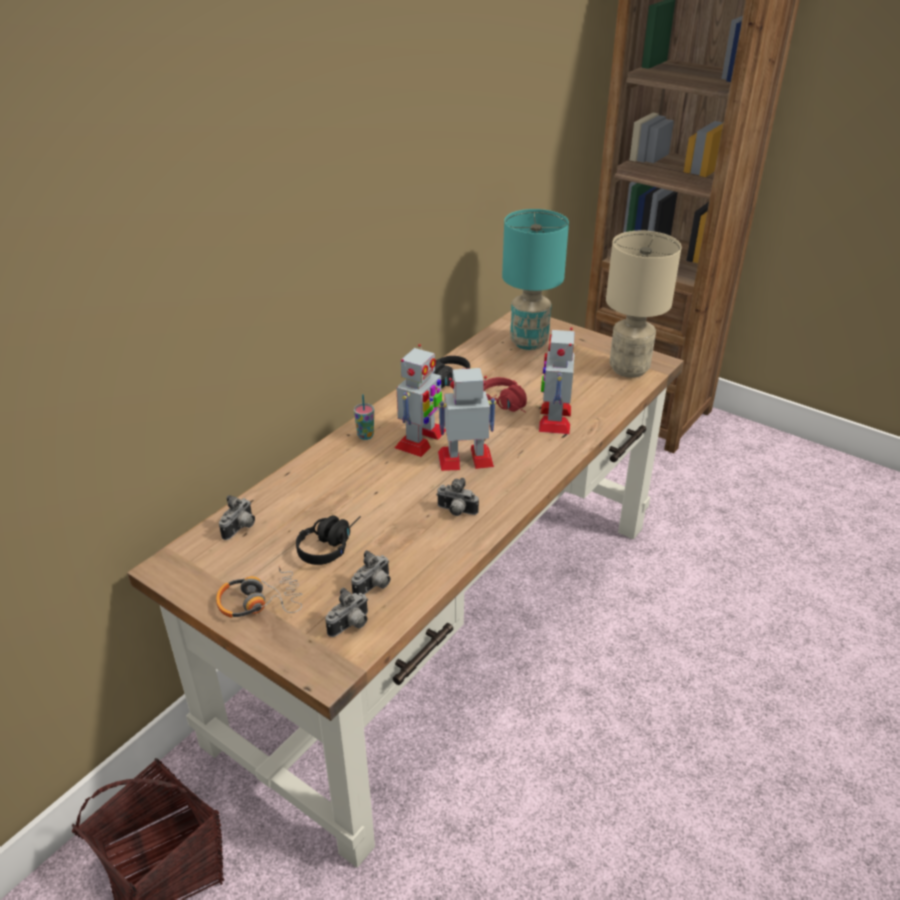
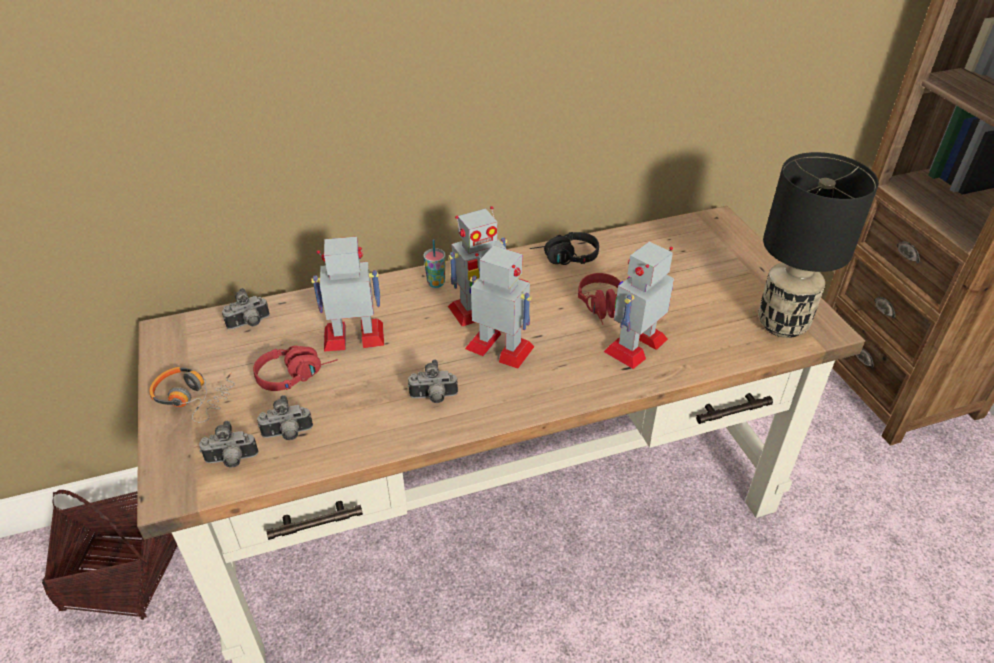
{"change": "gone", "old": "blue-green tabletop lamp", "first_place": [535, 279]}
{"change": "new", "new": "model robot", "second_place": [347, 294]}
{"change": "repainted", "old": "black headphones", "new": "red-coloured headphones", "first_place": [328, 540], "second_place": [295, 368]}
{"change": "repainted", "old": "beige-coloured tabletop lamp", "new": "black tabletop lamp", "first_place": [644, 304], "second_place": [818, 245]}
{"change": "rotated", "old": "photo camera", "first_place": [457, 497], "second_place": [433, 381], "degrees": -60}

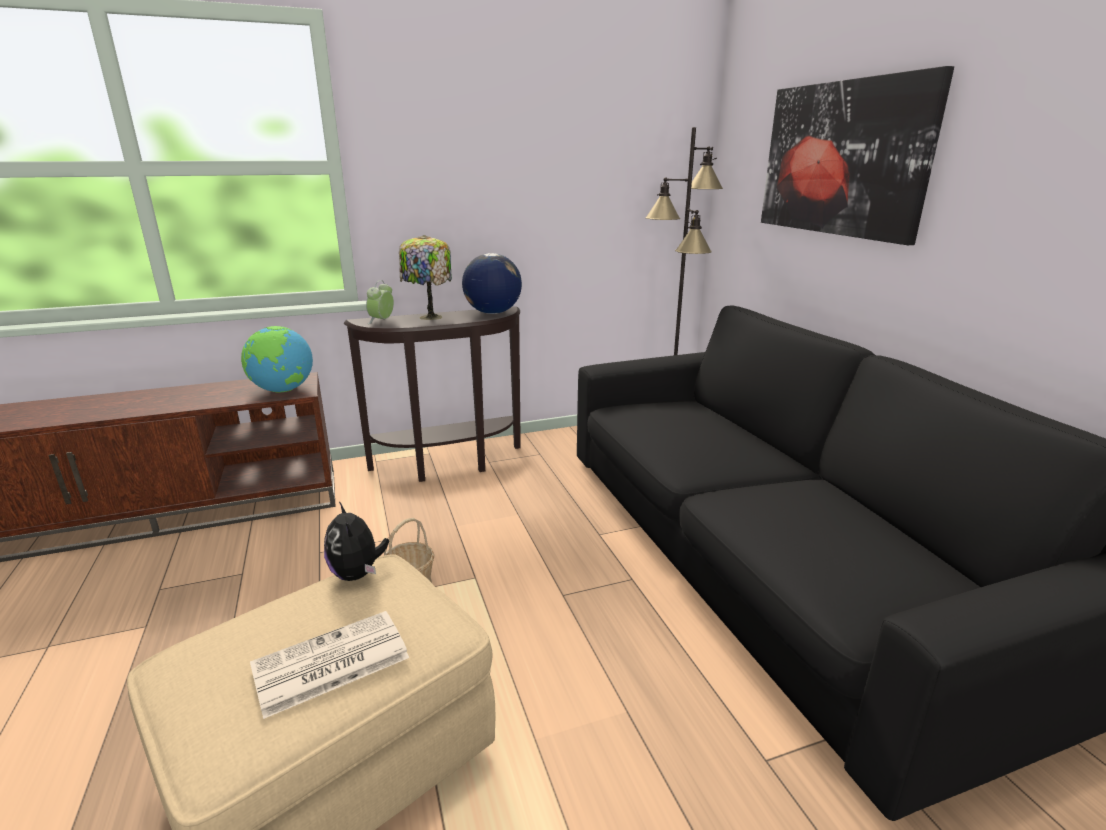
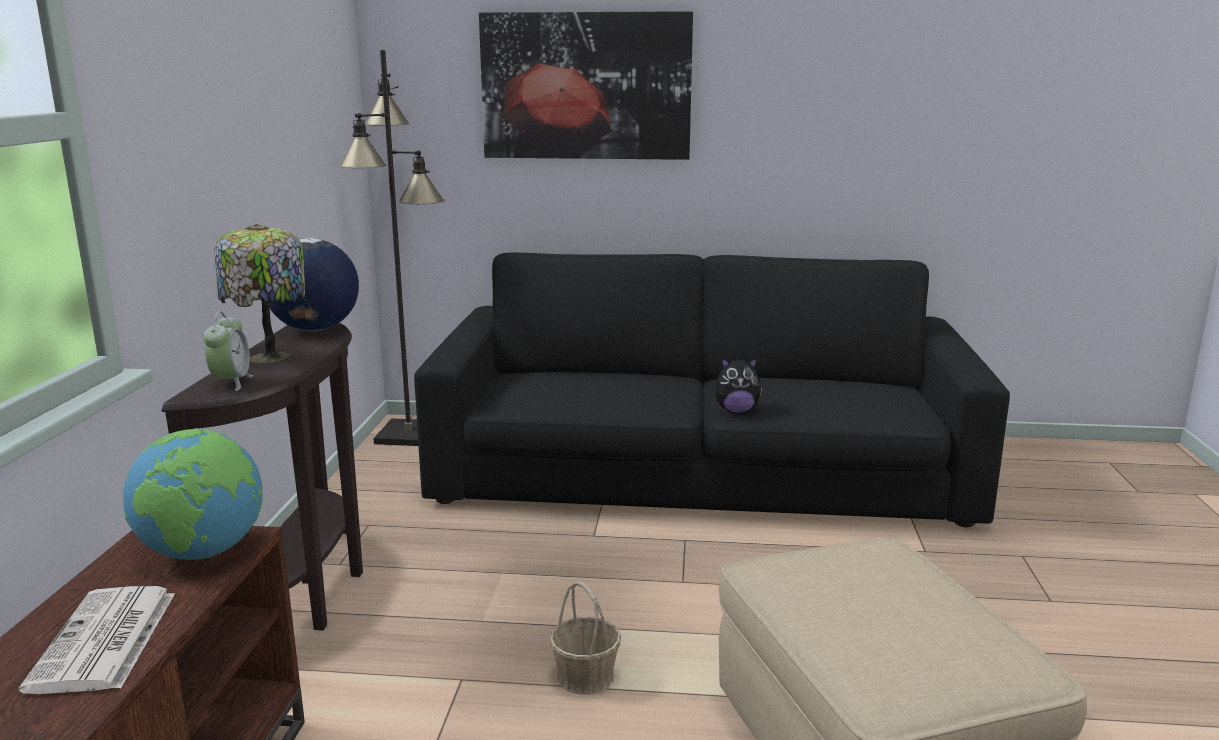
{"change": "shifted", "old": "newspaper", "first_place": [329, 665], "second_place": [97, 640]}
{"change": "shifted", "old": "plush toy", "first_place": [356, 541], "second_place": [738, 385]}
{"change": "rotated", "old": "table clock", "first_place": [380, 302], "second_place": [228, 351], "degrees": -135}

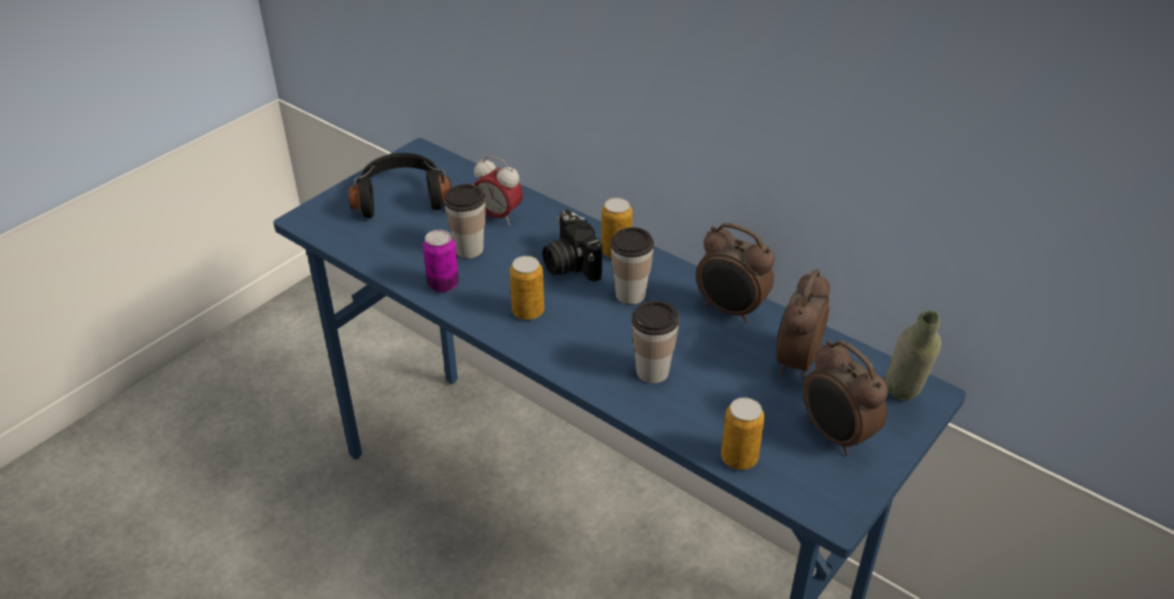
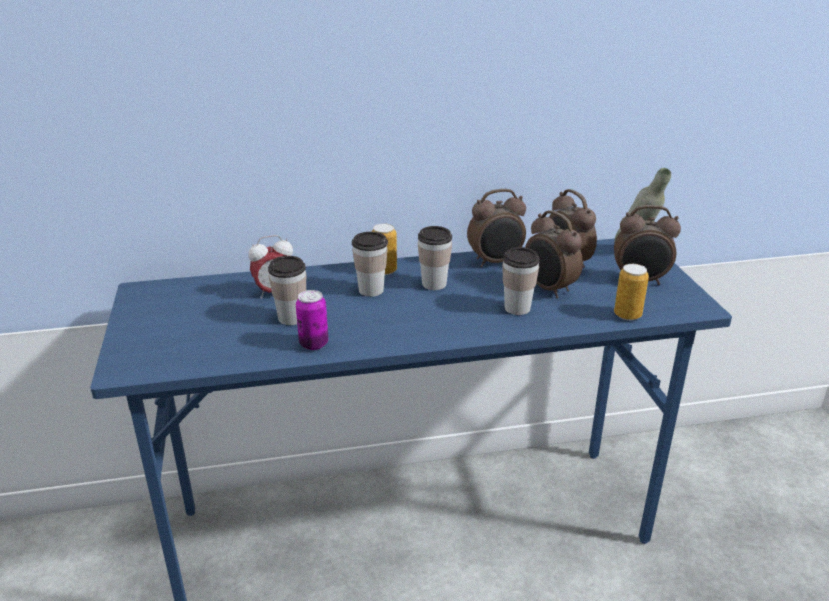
{"change": "gone", "old": "black headphones", "first_place": [400, 185]}
{"change": "gone", "old": "sealed can", "first_place": [527, 288]}
{"change": "new", "new": "table clock", "second_place": [554, 254]}
{"change": "swapped", "old": "photo camera", "new": "cup", "first_place": [572, 246], "second_place": [370, 264]}

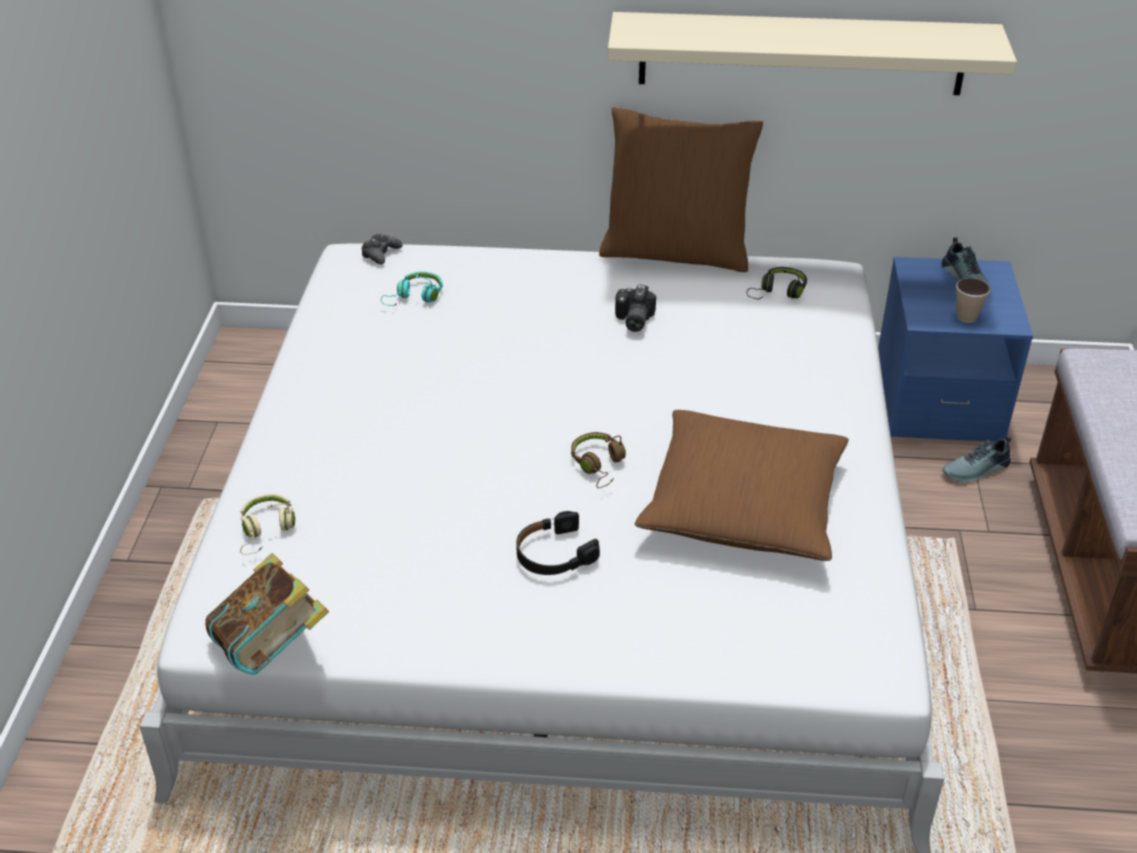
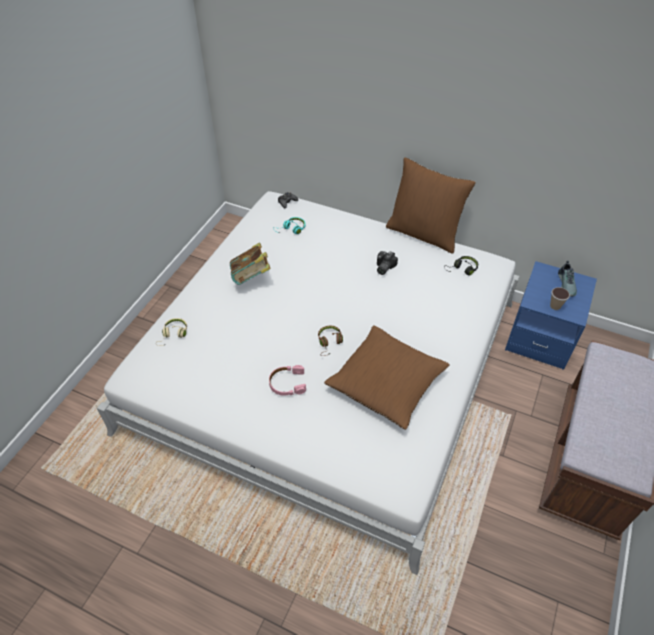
{"change": "gone", "old": "beige-coloured bracket shelf", "first_place": [812, 53]}
{"change": "gone", "old": "low shoe", "first_place": [976, 459]}
{"change": "shifted", "old": "volume", "first_place": [267, 614], "second_place": [250, 263]}
{"change": "repainted", "old": "black headphones", "new": "pink headphones", "first_place": [558, 543], "second_place": [287, 380]}

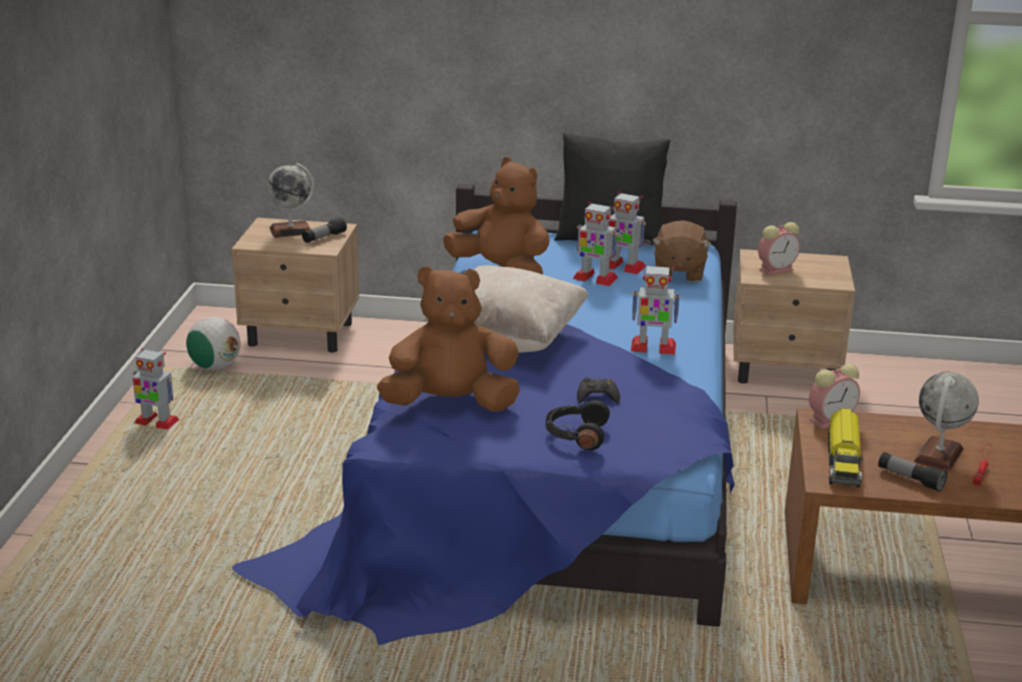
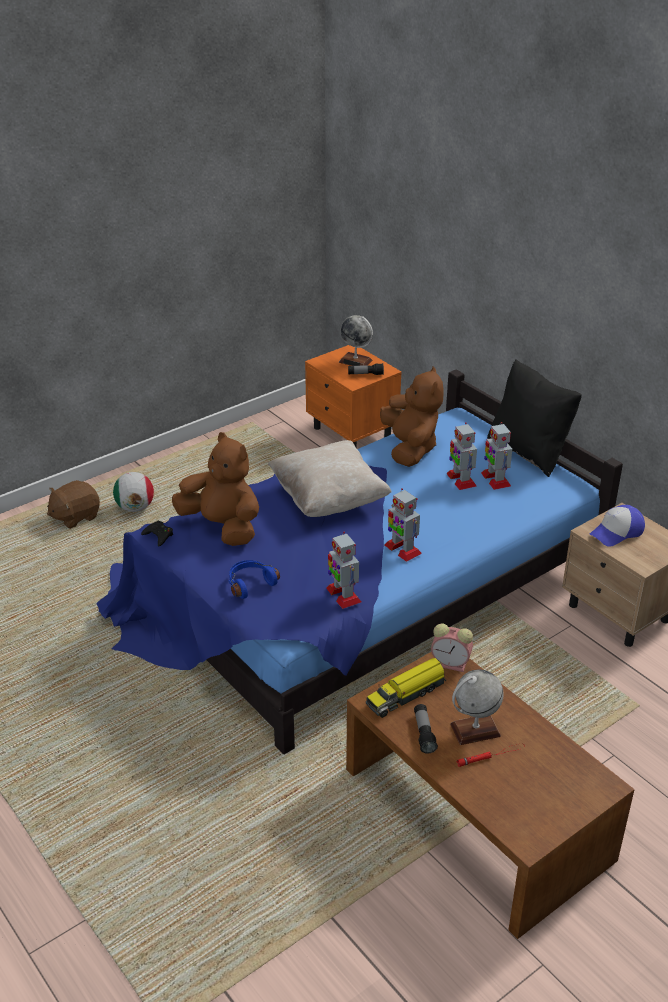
{"change": "shifted", "old": "model robot", "first_place": [156, 389], "second_place": [343, 570]}
{"change": "shifted", "old": "football", "first_place": [213, 343], "second_place": [133, 492]}
{"change": "shifted", "old": "black game controller", "first_place": [598, 390], "second_place": [157, 533]}
{"change": "shifted", "old": "brown plush toy", "first_place": [682, 251], "second_place": [73, 504]}
{"change": "swapped", "old": "table clock", "new": "peaked cap", "first_place": [779, 248], "second_place": [617, 526]}
{"change": "repainted", "old": "beige-coloured night table", "new": "orange-coloured night table", "first_place": [295, 285], "second_place": [353, 397]}
{"change": "repainted", "old": "black headphones", "new": "blue headphones", "first_place": [578, 425], "second_place": [254, 579]}

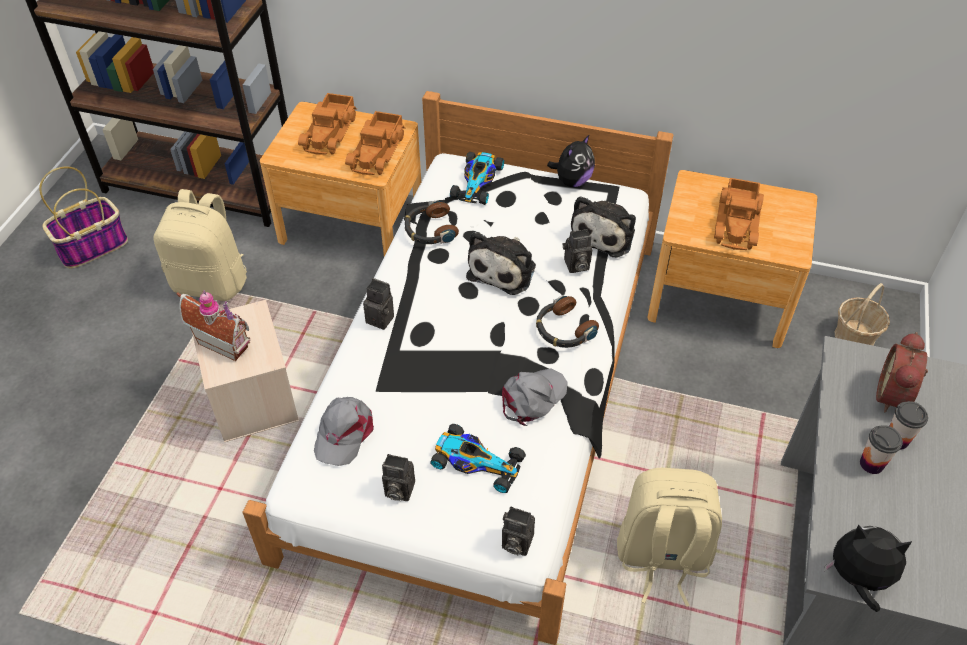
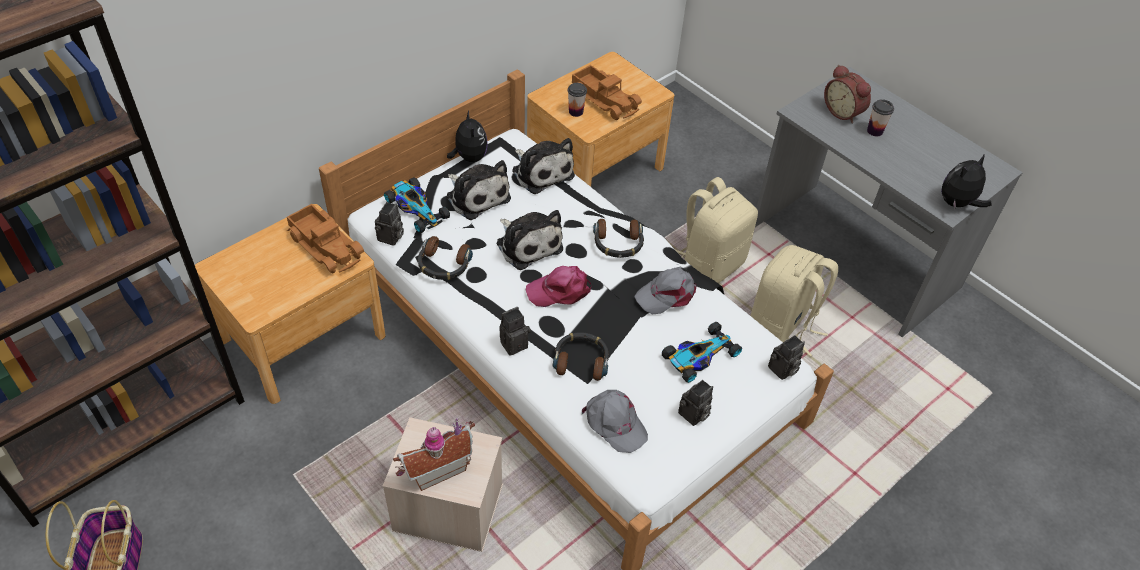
{"change": "gone", "old": "toy lorry", "first_place": [327, 124]}
{"change": "gone", "old": "basket", "first_place": [862, 314]}
{"change": "new", "new": "plush toy", "second_place": [478, 190]}
{"change": "new", "new": "pink peaked cap", "second_place": [559, 286]}
{"change": "new", "new": "headphones", "second_place": [581, 356]}
{"change": "shifted", "old": "beige-coloured rucksack", "first_place": [200, 245], "second_place": [717, 230]}
{"change": "shifted", "old": "photo camera", "first_place": [577, 251], "second_place": [389, 224]}
{"change": "shifted", "old": "cup", "first_place": [881, 449], "second_place": [577, 100]}
{"change": "rotated", "old": "grey peaked cap", "first_place": [535, 397], "second_place": [665, 290], "degrees": -105}

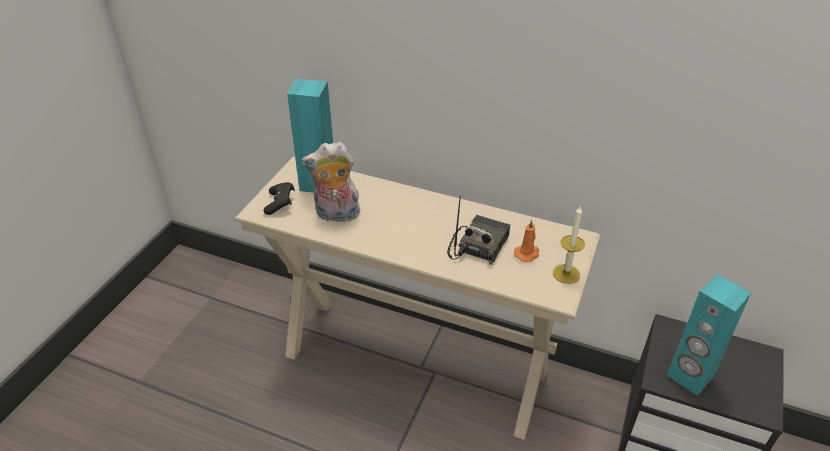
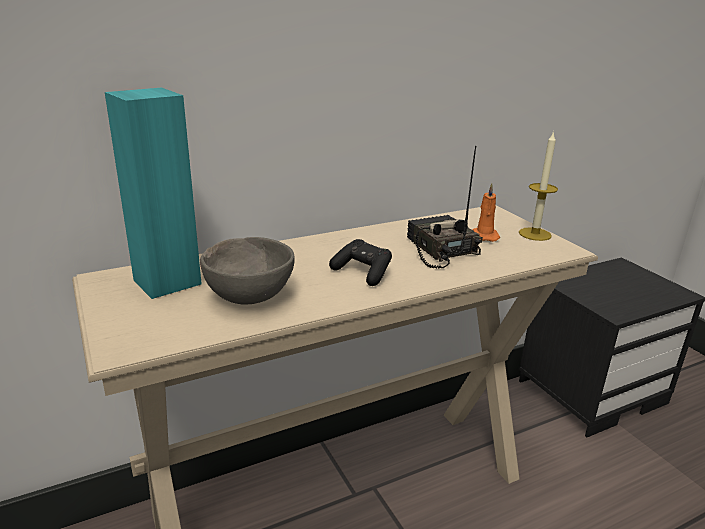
{"change": "gone", "old": "blue-green audio speaker", "first_place": [709, 335]}
{"change": "shifted", "old": "black game controller", "first_place": [279, 198], "second_place": [360, 262]}
{"change": "swapped", "old": "plush toy", "new": "grey serving bowl", "first_place": [330, 182], "second_place": [247, 271]}

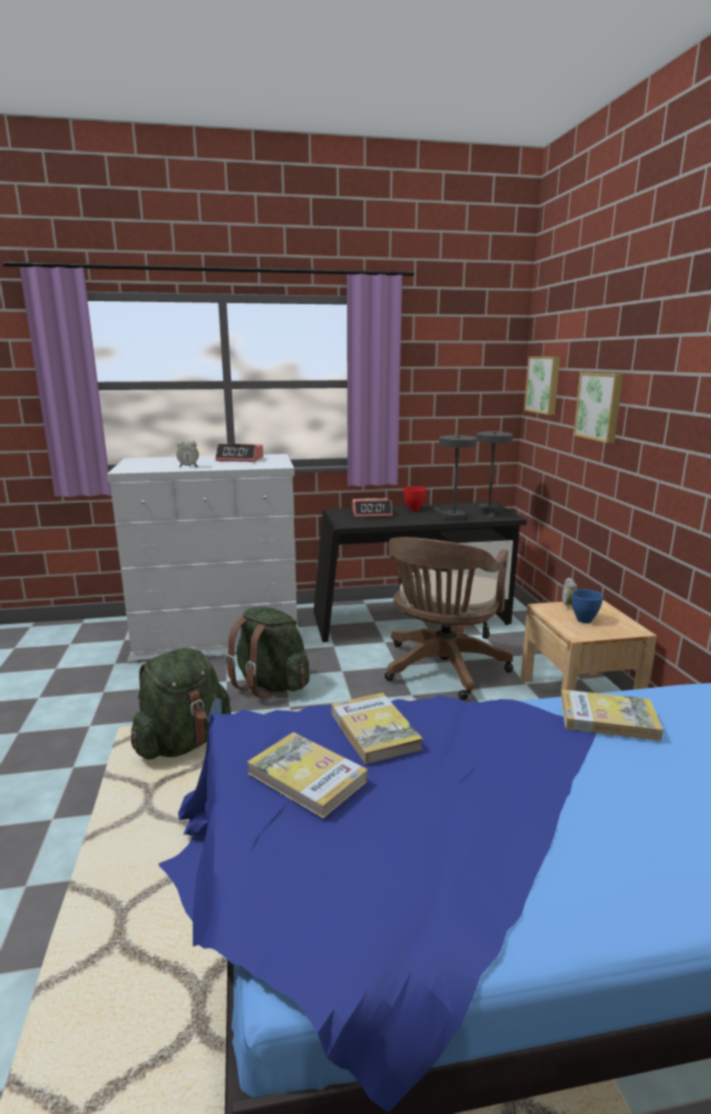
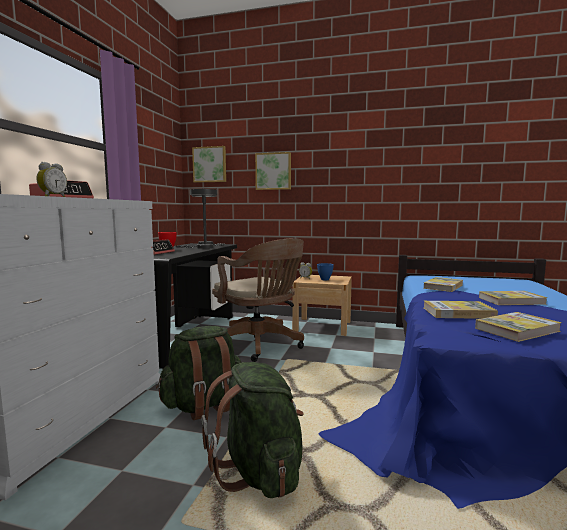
{"change": "new", "new": "volume", "second_place": [513, 298]}

